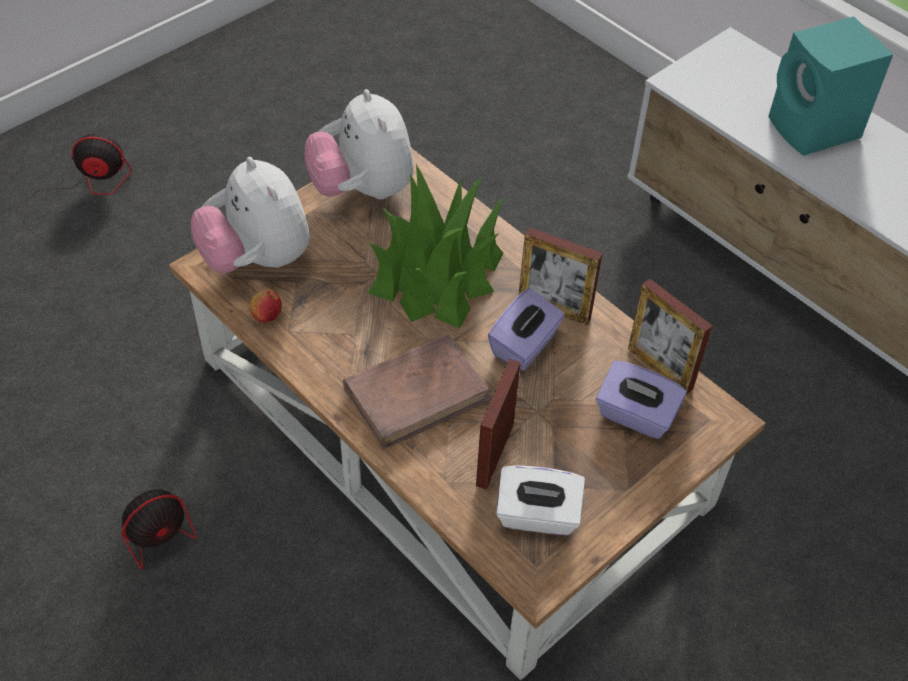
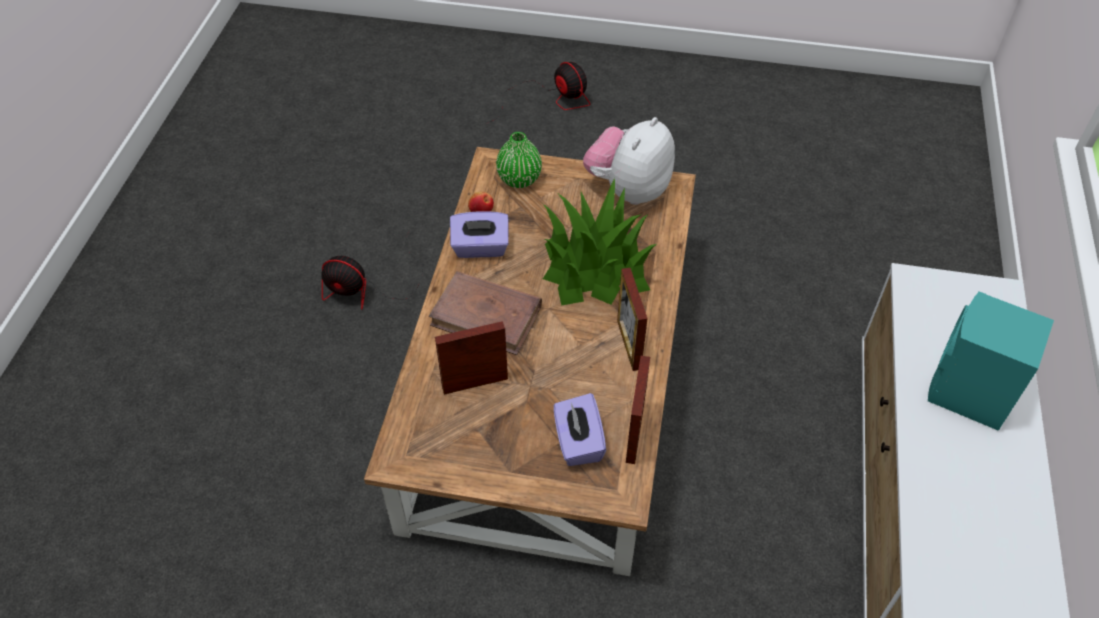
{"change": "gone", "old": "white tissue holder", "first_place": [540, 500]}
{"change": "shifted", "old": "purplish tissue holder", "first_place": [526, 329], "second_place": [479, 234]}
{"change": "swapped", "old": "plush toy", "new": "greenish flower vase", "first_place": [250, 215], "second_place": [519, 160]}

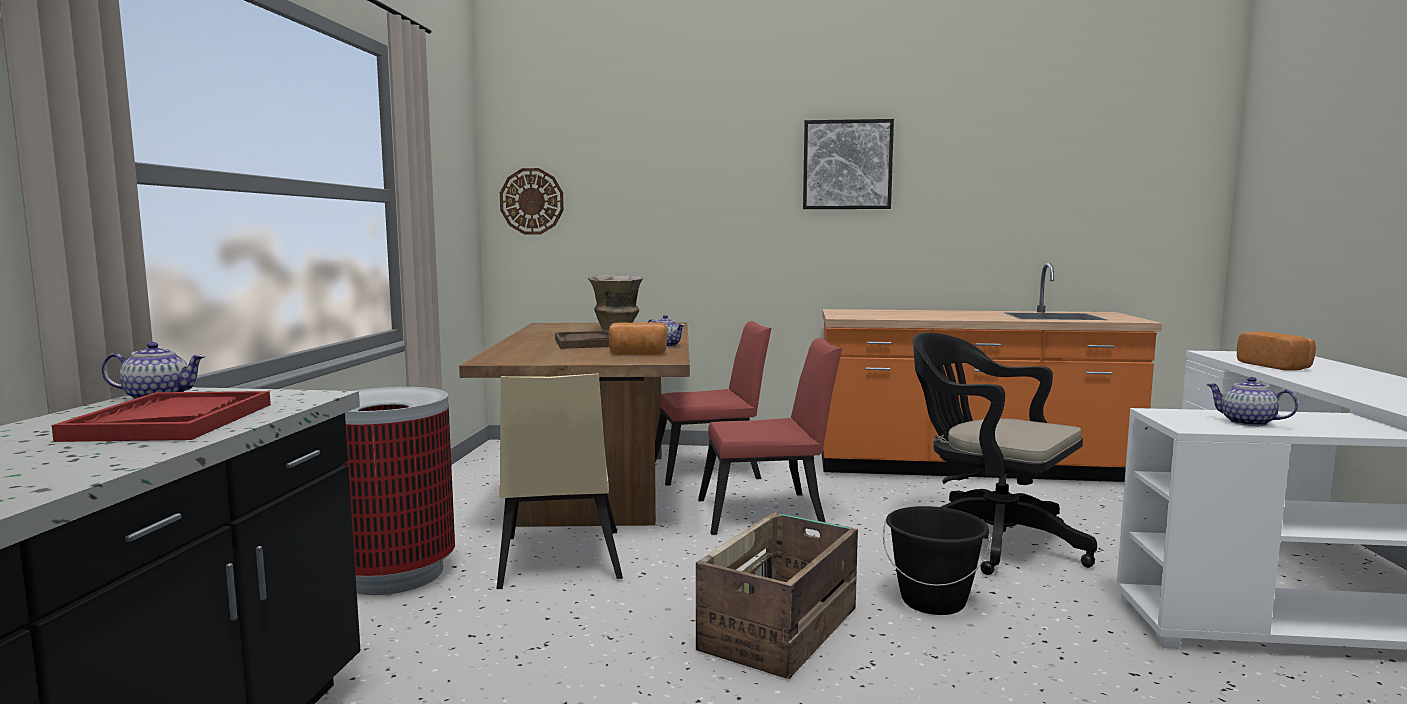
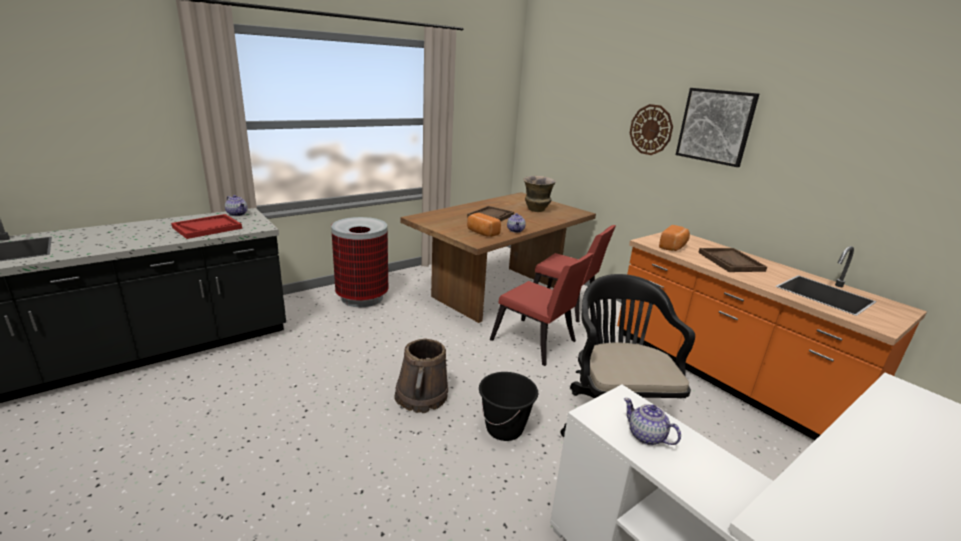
{"change": "gone", "old": "beige-coloured upright chair", "first_place": [560, 481]}
{"change": "new", "new": "brown serving tray", "second_place": [732, 260]}
{"change": "shifted", "old": "wall clock", "first_place": [532, 201], "second_place": [651, 129]}
{"change": "shifted", "old": "bread", "first_place": [1276, 351], "second_place": [674, 238]}
{"change": "swapped", "old": "packing crate", "new": "brown bucket", "first_place": [777, 595], "second_place": [421, 376]}
{"change": "rotated", "old": "pot for tea", "first_place": [1252, 401], "second_place": [652, 421], "degrees": -45}

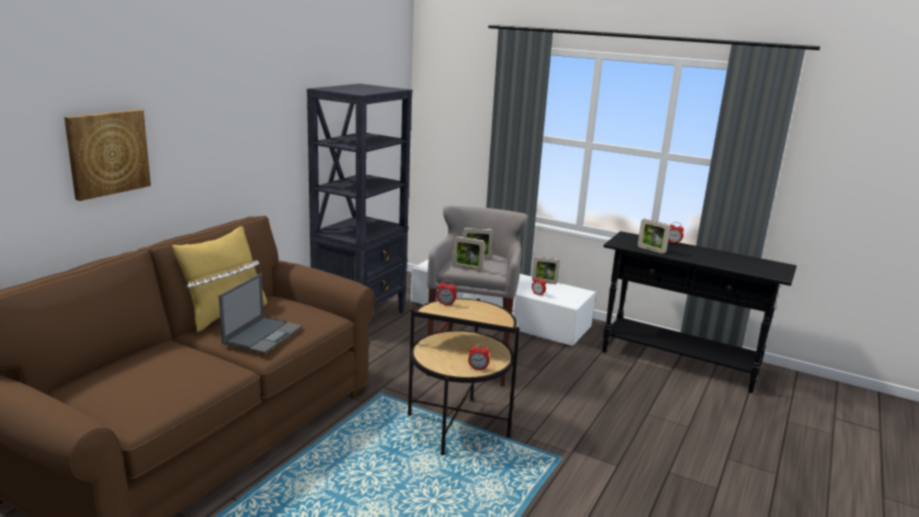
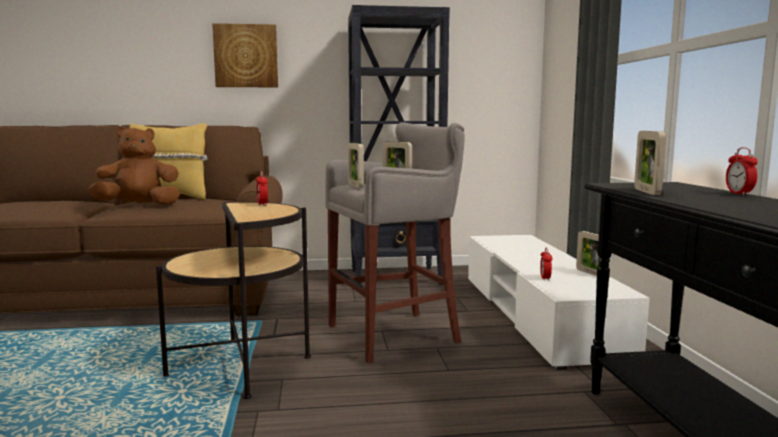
{"change": "gone", "old": "table clock", "first_place": [478, 357]}
{"change": "shifted", "old": "wall picture", "first_place": [107, 155], "second_place": [245, 55]}
{"change": "swapped", "old": "portable computer", "new": "brown plush toy", "first_place": [260, 313], "second_place": [134, 166]}

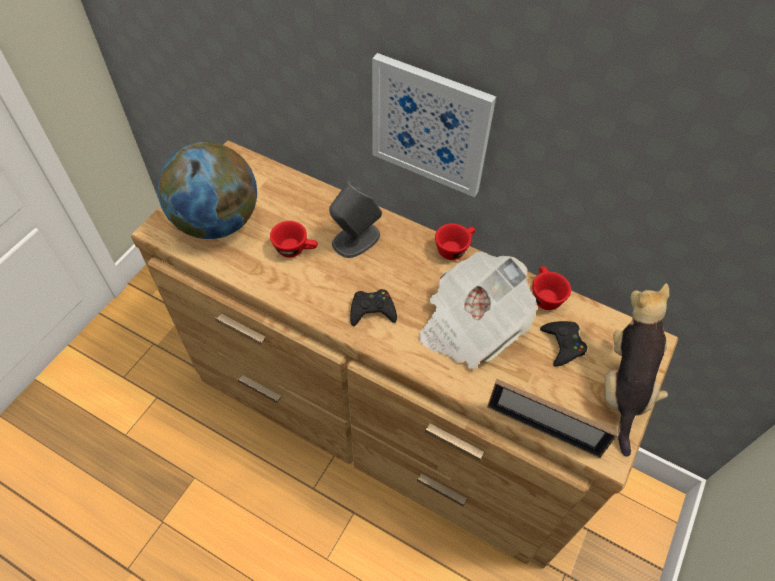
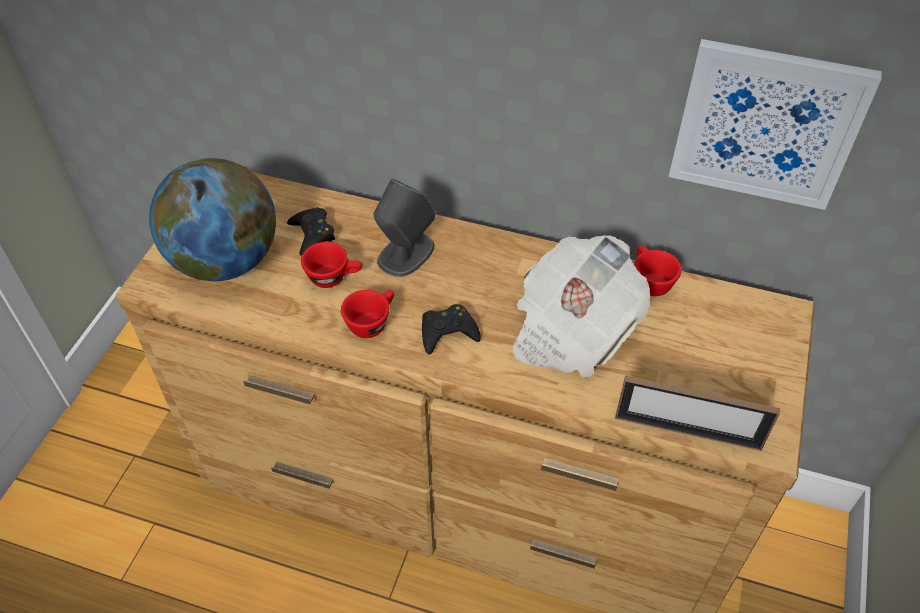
{"change": "gone", "old": "plush toy", "first_place": [637, 369]}
{"change": "shifted", "old": "wall picture", "first_place": [434, 125], "second_place": [775, 124]}
{"change": "shifted", "old": "red-coloured cup", "first_place": [455, 241], "second_place": [367, 314]}
{"change": "shifted", "old": "black game controller", "first_place": [563, 343], "second_place": [311, 232]}

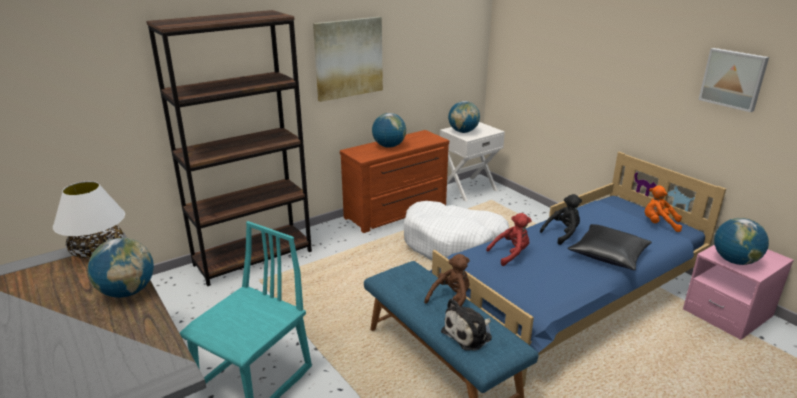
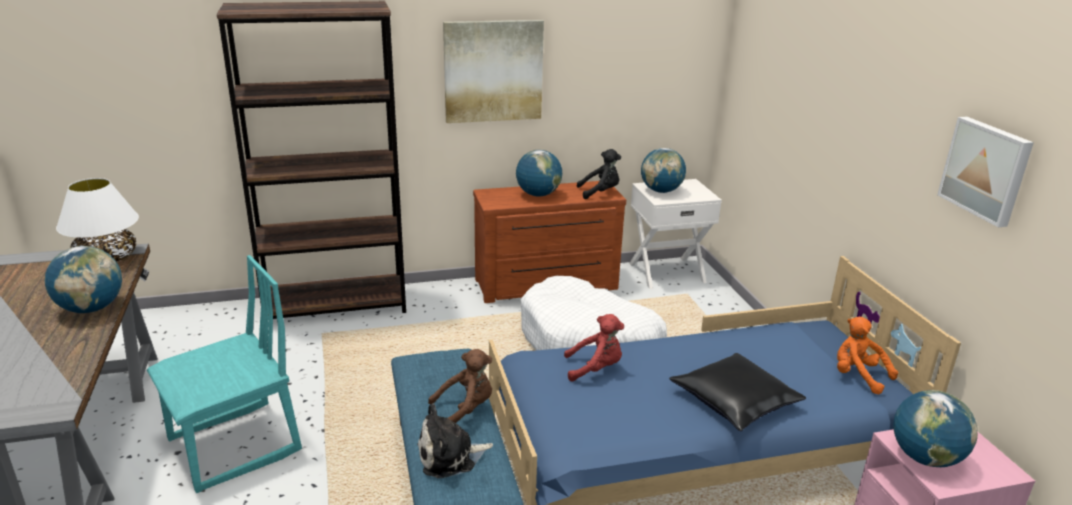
{"change": "shifted", "old": "black plush toy", "first_place": [561, 219], "second_place": [599, 174]}

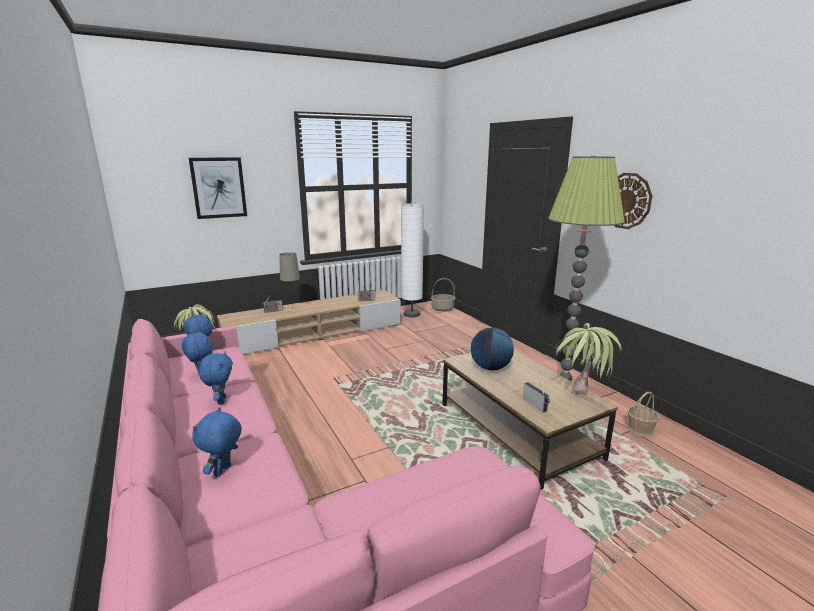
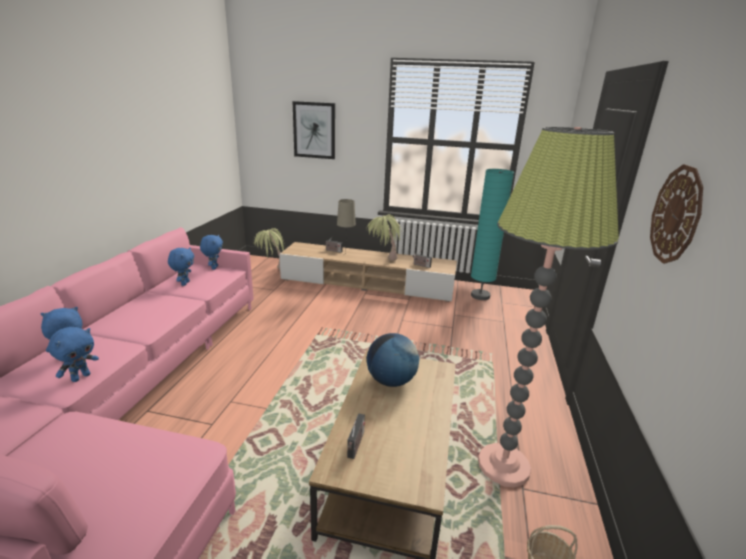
{"change": "gone", "old": "basket", "first_place": [443, 294]}
{"change": "shifted", "old": "blue plush toy", "first_place": [216, 378], "second_place": [73, 354]}
{"change": "shifted", "old": "potted plant", "first_place": [589, 359], "second_place": [384, 238]}
{"change": "repainted", "old": "white standing lamp", "new": "blue-green standing lamp", "first_place": [412, 260], "second_place": [492, 234]}

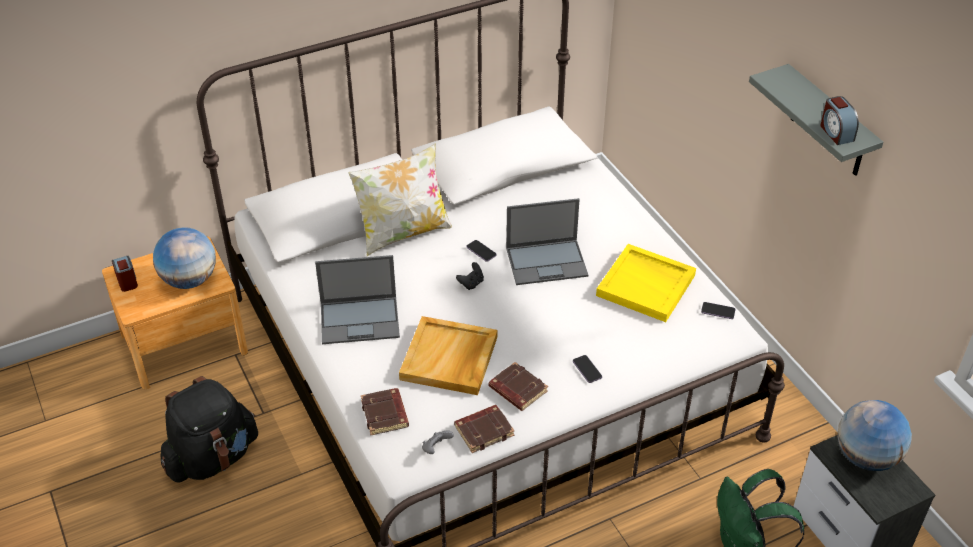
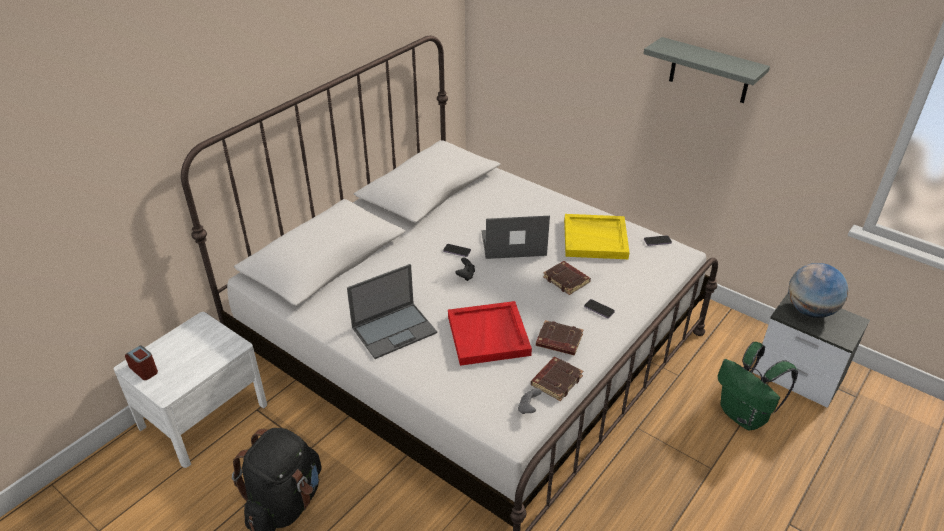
{"change": "gone", "old": "world globe", "first_place": [184, 258]}
{"change": "gone", "old": "throw pillow", "first_place": [400, 199]}
{"change": "gone", "old": "table clock", "first_place": [839, 120]}
{"change": "shifted", "old": "brown volume", "first_place": [385, 411], "second_place": [567, 278]}
{"change": "repainted", "old": "brown night table", "new": "white night table", "first_place": [175, 312], "second_place": [190, 390]}
{"change": "repainted", "old": "beige-coloured serving tray", "new": "red-coloured serving tray", "first_place": [448, 355], "second_place": [490, 333]}
{"change": "rotated", "old": "portable computer", "first_place": [547, 241], "second_place": [515, 237], "degrees": -150}

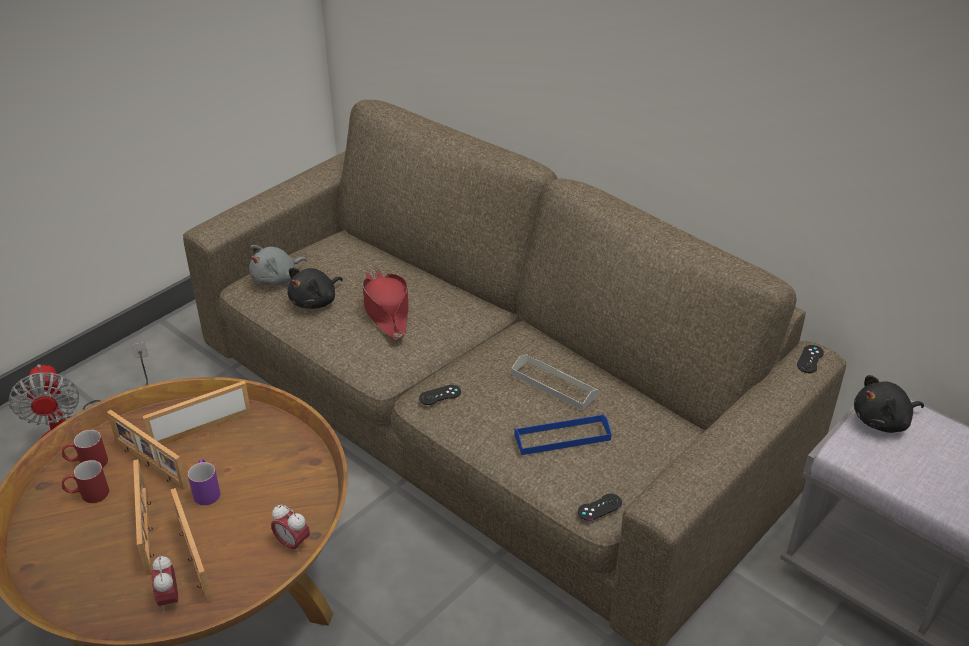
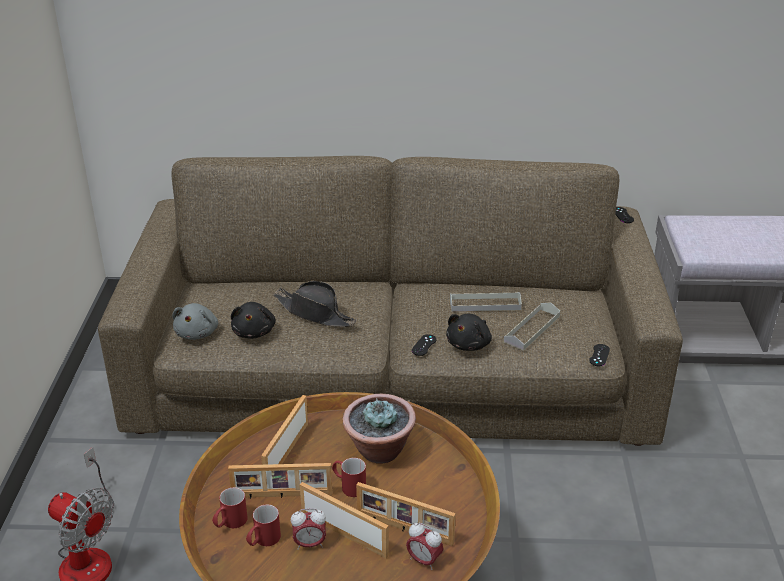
{"change": "new", "new": "potted plant", "second_place": [379, 428]}
{"change": "shifted", "old": "table clock", "first_place": [290, 529], "second_place": [308, 529]}
{"change": "shifted", "old": "black plush toy", "first_place": [889, 404], "second_place": [469, 332]}
{"change": "repainted", "old": "purplish mug", "new": "red-coloured mug", "first_place": [204, 482], "second_place": [349, 477]}
{"change": "repainted", "old": "red-coloured hat", "new": "black hat", "first_place": [385, 304], "second_place": [315, 304]}
{"change": "repainted", "old": "blue serving tray", "new": "grey serving tray", "first_place": [563, 434], "second_place": [532, 327]}

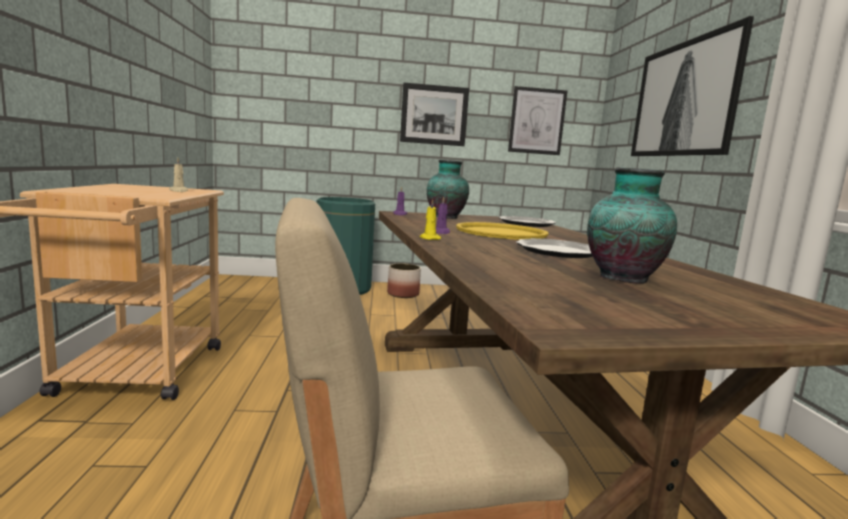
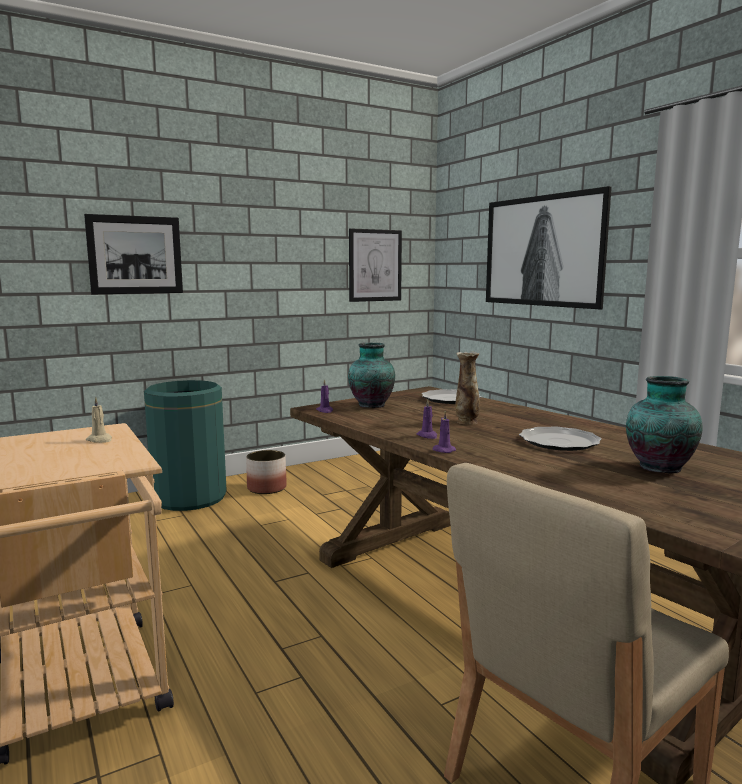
{"change": "shifted", "old": "wall picture", "first_place": [434, 114], "second_place": [133, 254]}
{"change": "swapped", "old": "yellow serving tray", "new": "flower vase", "first_place": [502, 231], "second_place": [467, 388]}
{"change": "repainted", "old": "yellow wax candle", "new": "purplish wax candle", "first_place": [430, 219], "second_place": [444, 432]}

